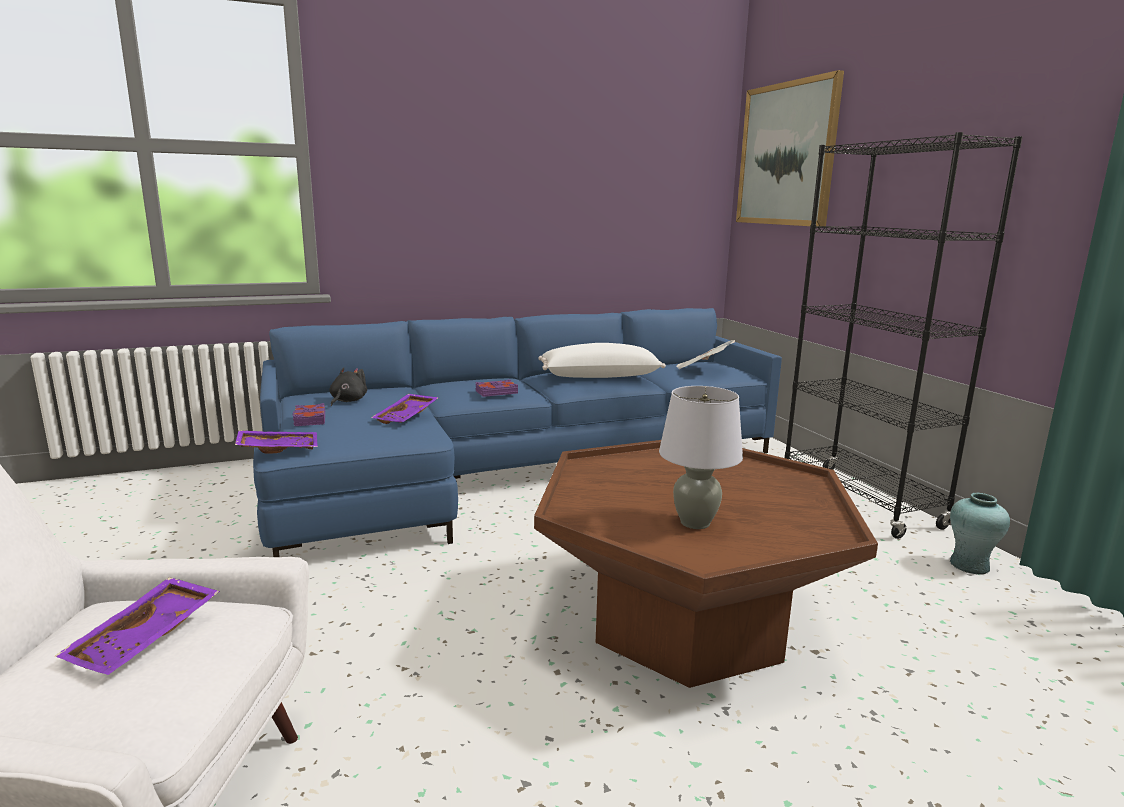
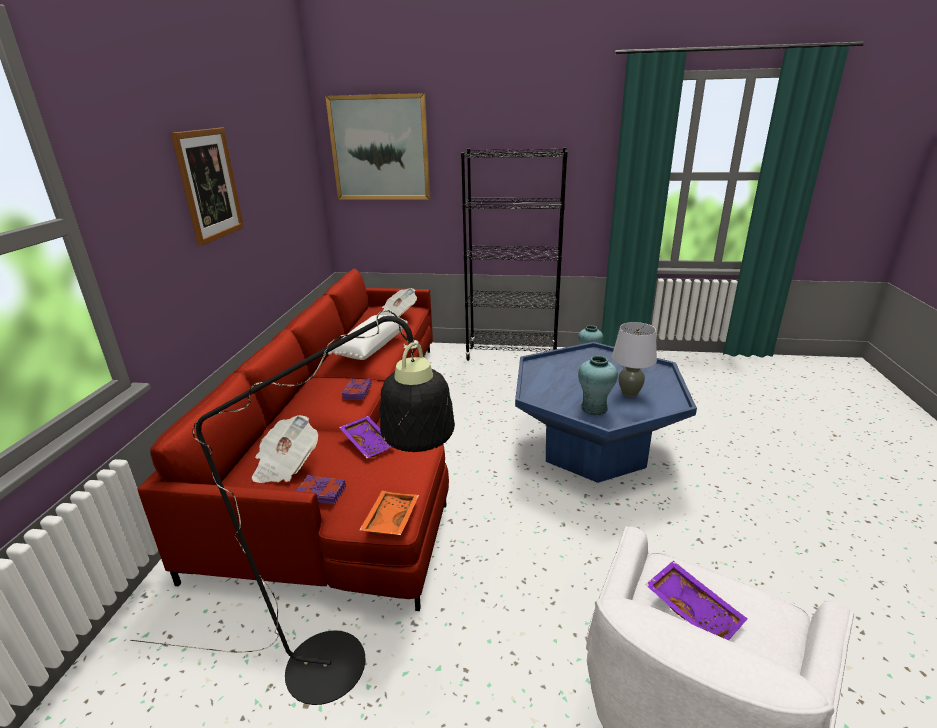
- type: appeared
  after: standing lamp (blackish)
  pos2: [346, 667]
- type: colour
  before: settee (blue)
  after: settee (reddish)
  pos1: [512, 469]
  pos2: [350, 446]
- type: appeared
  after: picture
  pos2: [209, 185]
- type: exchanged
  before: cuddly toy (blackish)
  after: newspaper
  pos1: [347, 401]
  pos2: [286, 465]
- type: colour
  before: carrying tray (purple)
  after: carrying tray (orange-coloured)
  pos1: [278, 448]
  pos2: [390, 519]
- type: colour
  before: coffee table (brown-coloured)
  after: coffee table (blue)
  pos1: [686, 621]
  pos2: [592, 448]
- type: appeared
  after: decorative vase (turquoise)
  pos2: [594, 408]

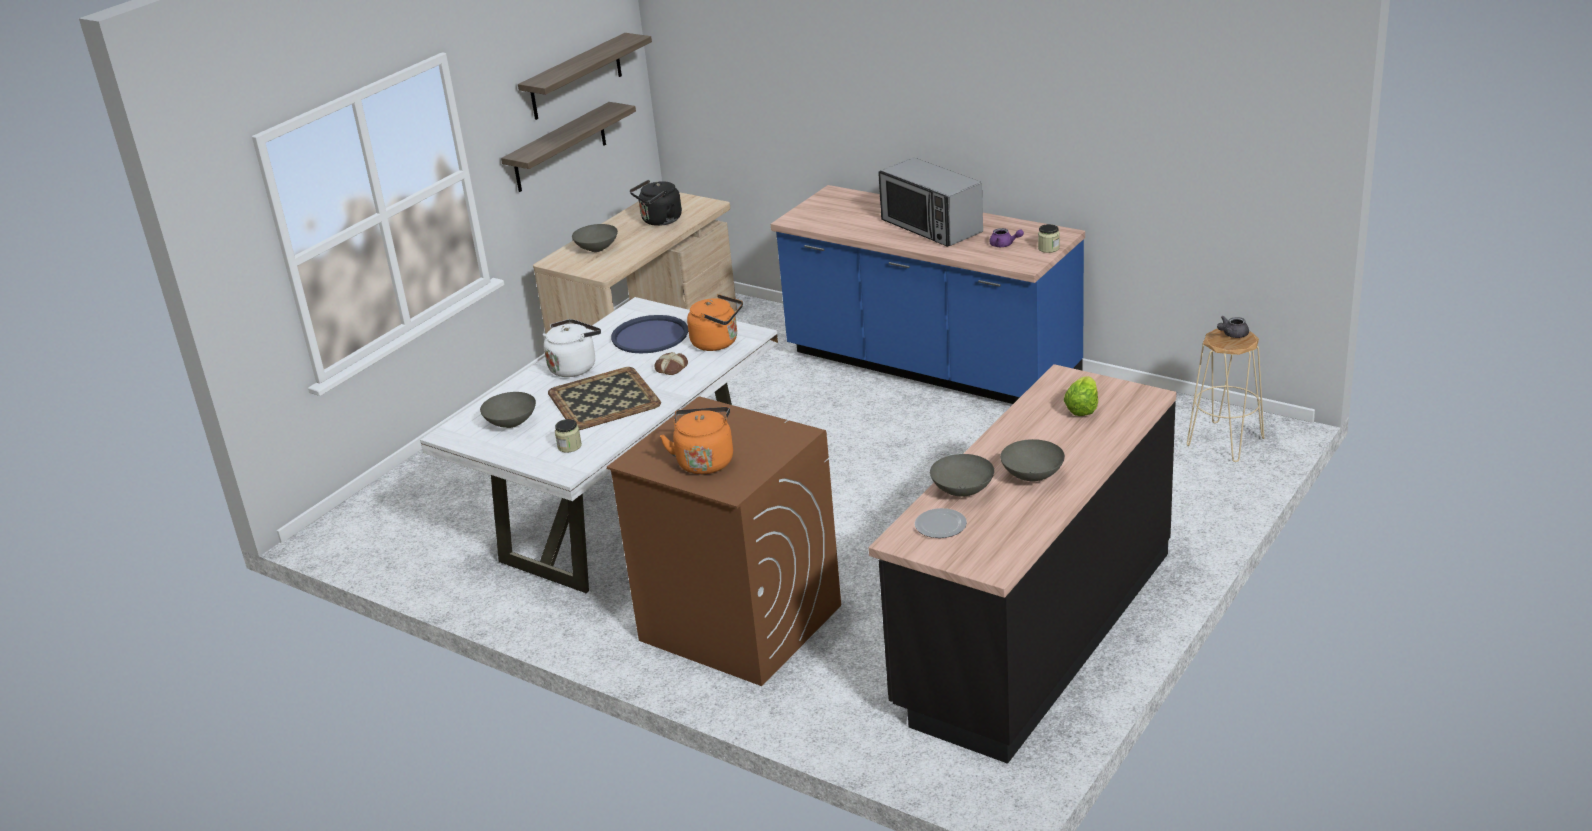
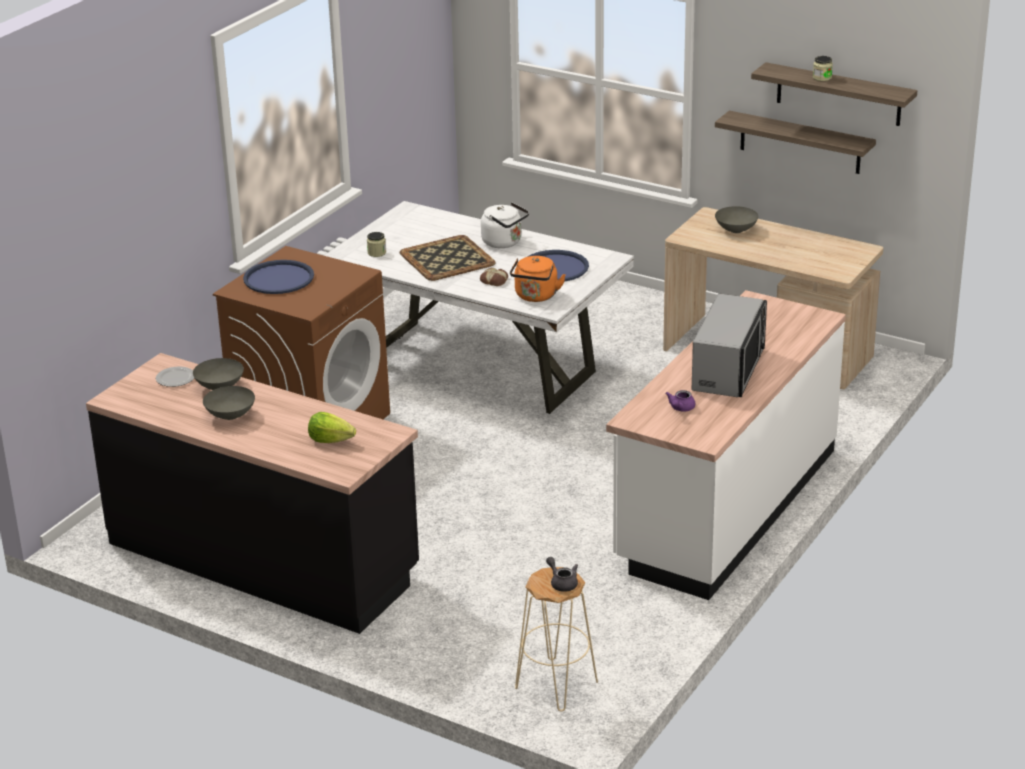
- type: exchanged
  before: tea kettle (orange-coloured)
  after: carrying tray (blue)
  pos1: [705, 461]
  pos2: [279, 278]
- type: colour
  before: kitchen base unit (blue)
  after: kitchen base unit (whitish)
  pos1: [930, 367]
  pos2: [725, 506]
- type: spun
  before: microwave oven
  pos1: [931, 227]
  pos2: [729, 370]
  turn: 150
- type: relocated
  before: storage jar
  pos1: [1048, 248]
  pos2: [822, 78]
- type: missing
  before: bowl (gray)
  pos1: [510, 423]
- type: missing
  before: tea kettle (blackish)
  pos1: [659, 221]

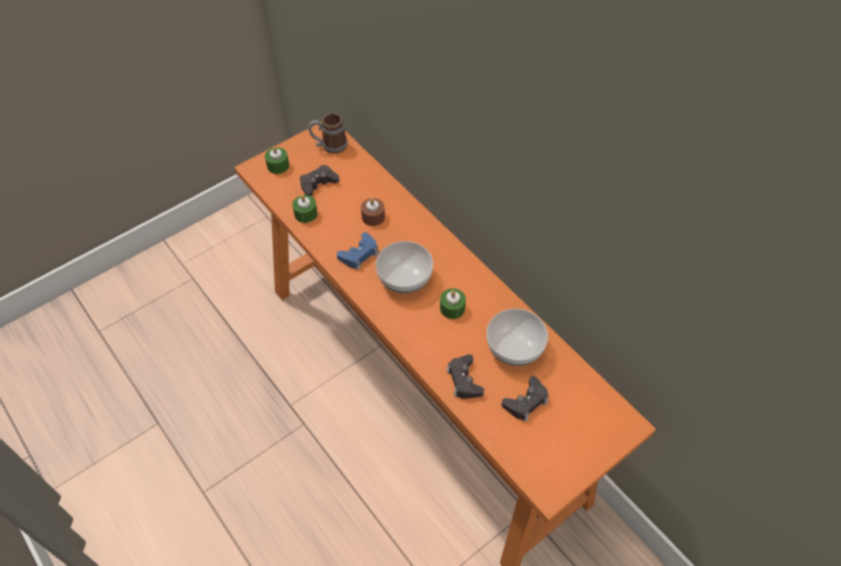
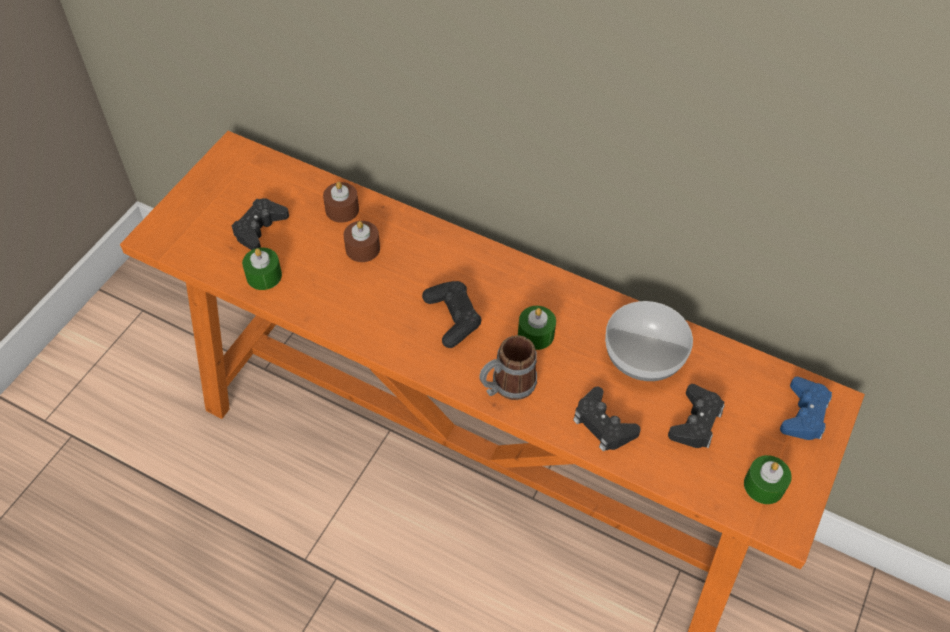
- type: appeared
  after: wax light (brown-coloured)
  pos2: [342, 209]
- type: exchanged
  before: bowl
  after: gamepad (blackish)
  pos1: [405, 279]
  pos2: [452, 318]
- type: relocated
  before: tea mug
  pos1: [329, 145]
  pos2: [506, 386]
- type: relocated
  before: wax light (green)
  pos1: [278, 165]
  pos2: [764, 485]
- type: relocated
  before: gamepad (blue)
  pos1: [359, 254]
  pos2: [804, 414]

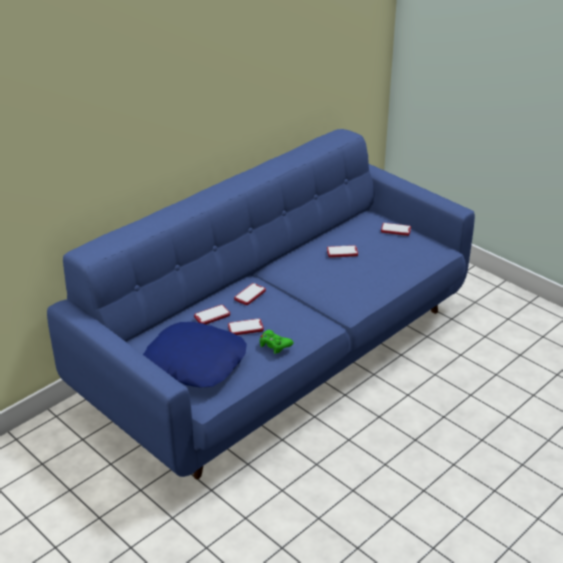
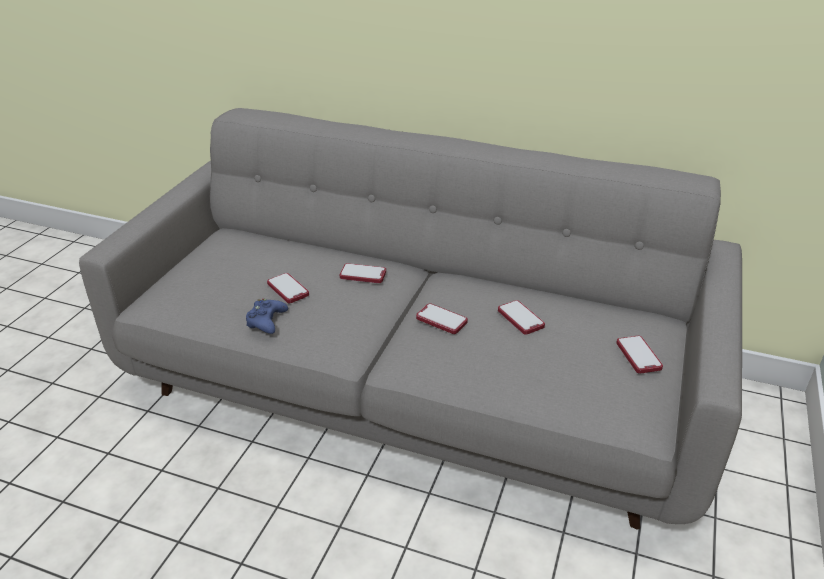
- type: colour
  before: settee (blue)
  after: settee (gray)
  pos1: [281, 353]
  pos2: [413, 388]
- type: colour
  before: gamepad (green)
  after: gamepad (blue)
  pos1: [274, 345]
  pos2: [266, 321]
- type: relocated
  before: phone
  pos1: [212, 316]
  pos2: [441, 320]
- type: missing
  before: cushion (blue)
  pos1: [195, 362]

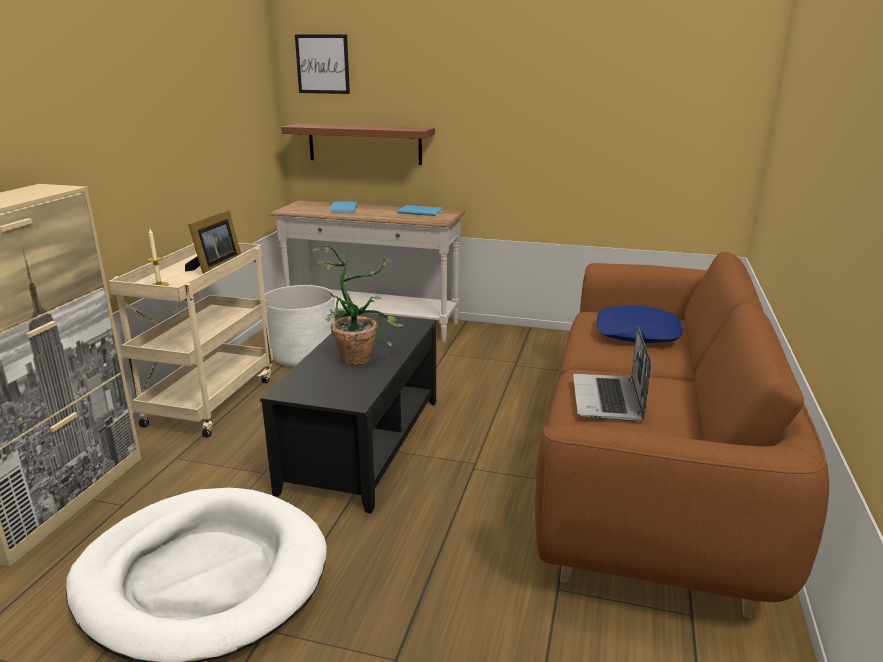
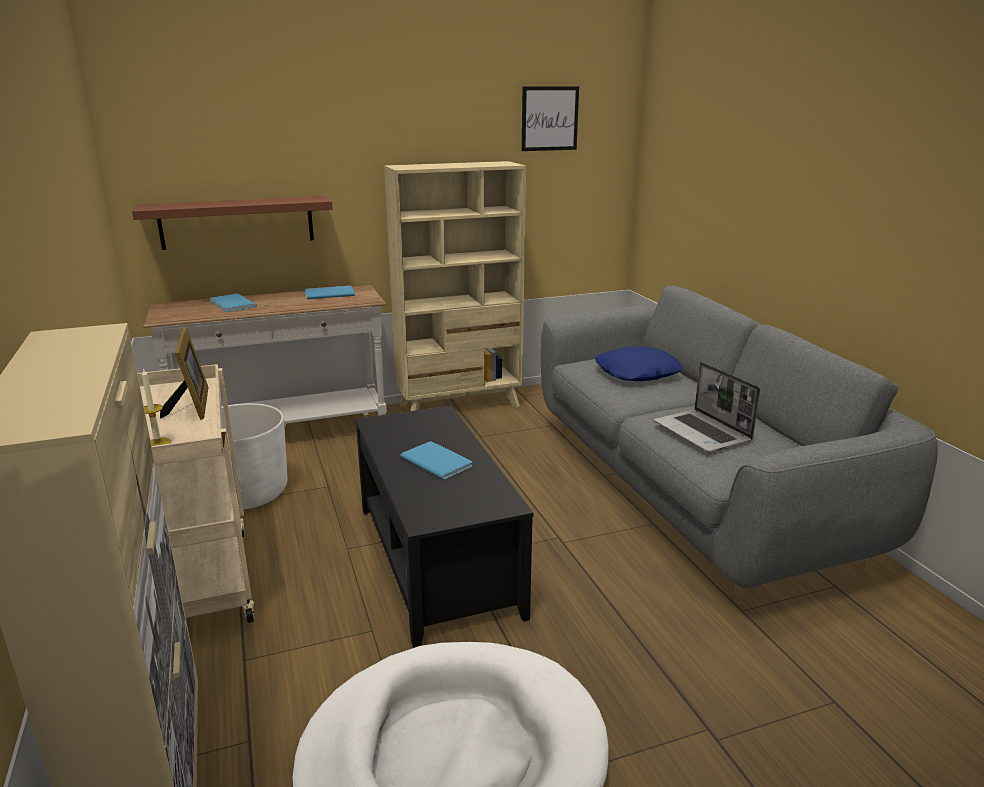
- type: appeared
  after: shelving unit (beige)
  pos2: [460, 405]
- type: exchanged
  before: houseplant
  after: bound book (blue)
  pos1: [360, 355]
  pos2: [436, 460]
- type: relocated
  before: picture
  pos1: [322, 64]
  pos2: [549, 118]
- type: colour
  before: settee (brown-coloured)
  after: settee (gray)
  pos1: [651, 470]
  pos2: [689, 490]

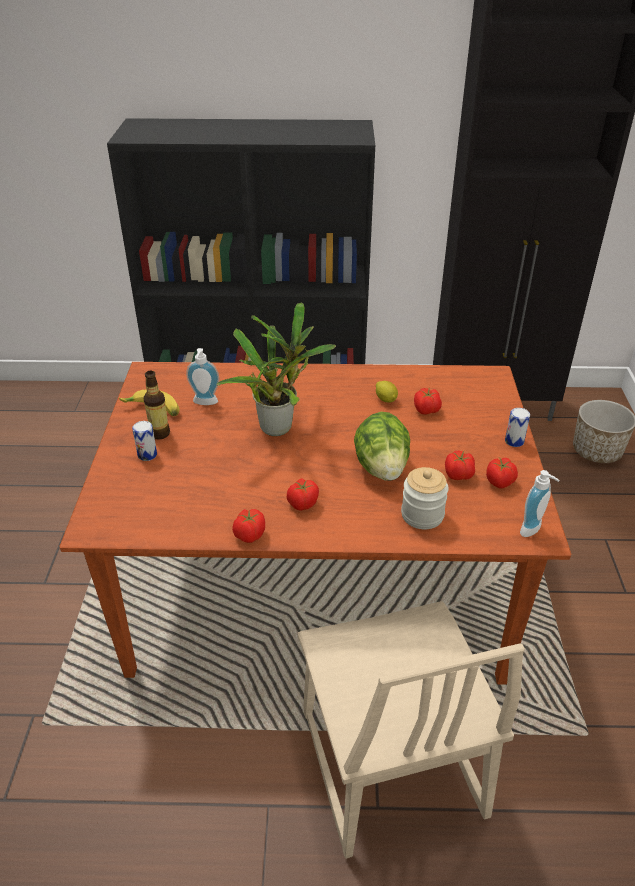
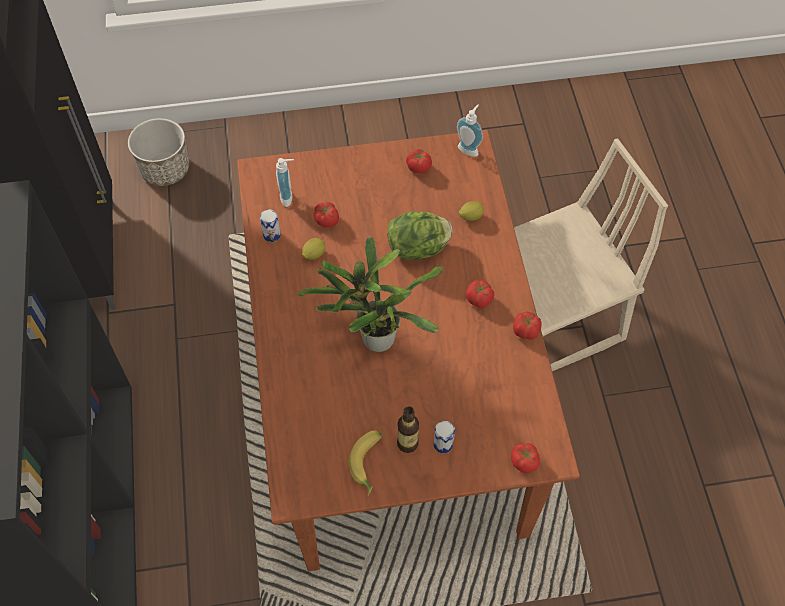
- type: relocated
  before: metal can
  pos1: [514, 441]
  pos2: [272, 235]
- type: relocated
  before: soap bottle
  pos1: [205, 403]
  pos2: [289, 197]
- type: exchanged
  before: storage jar
  after: lemon
  pos1: [422, 515]
  pos2: [470, 216]
- type: relocated
  before: whole tomato
  pos1: [459, 475]
  pos2: [524, 462]

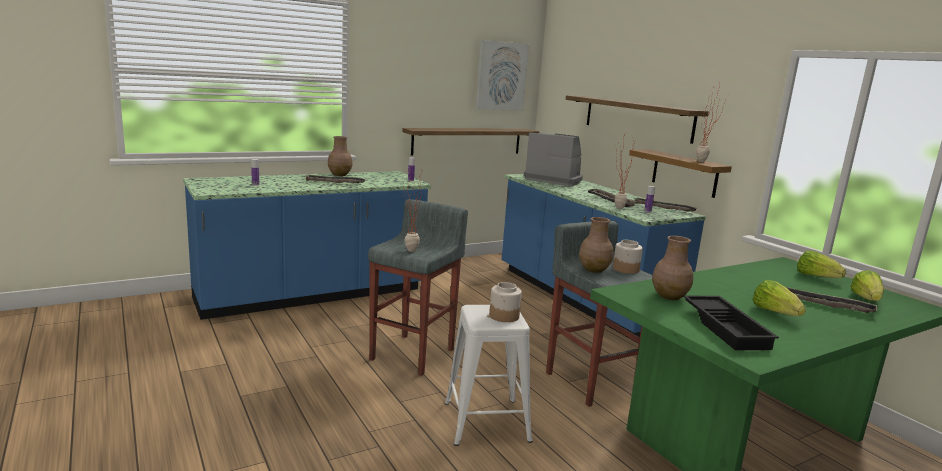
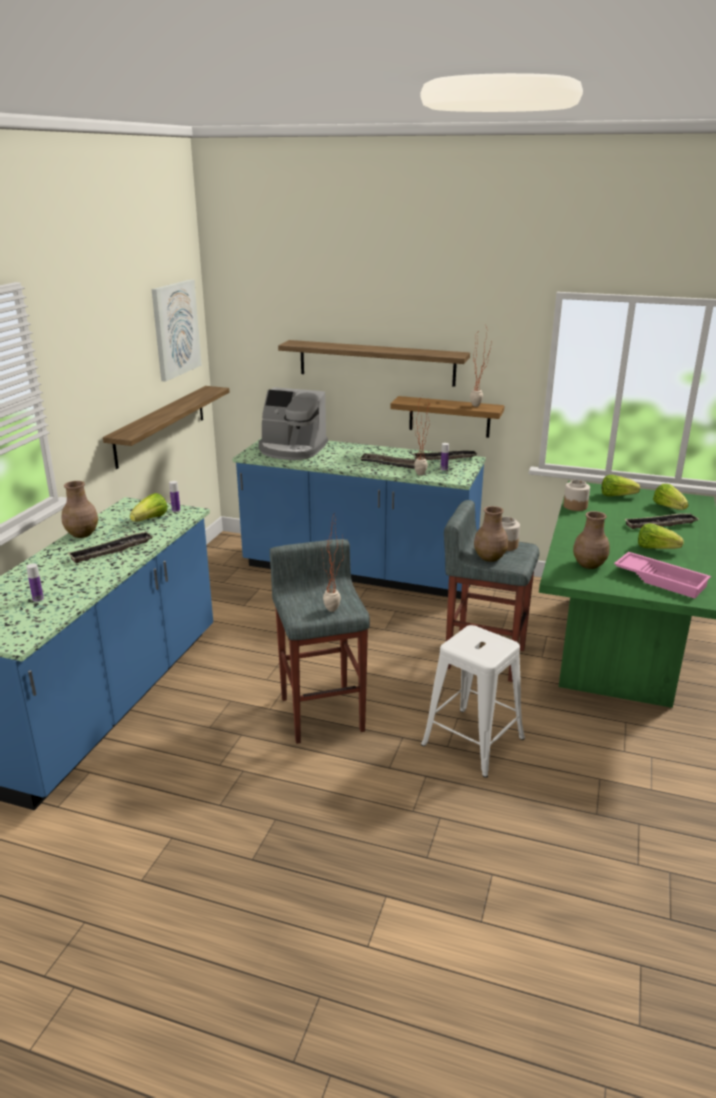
- type: appeared
  after: lettuce head
  pos2: [151, 519]
- type: spun
  before: coffee brewer
  pos1: [554, 180]
  pos2: [291, 449]
  turn: -150
- type: relocated
  before: storage jar
  pos1: [504, 316]
  pos2: [575, 506]
- type: colour
  before: carrying tray (blackish)
  after: carrying tray (pink)
  pos1: [727, 328]
  pos2: [661, 579]

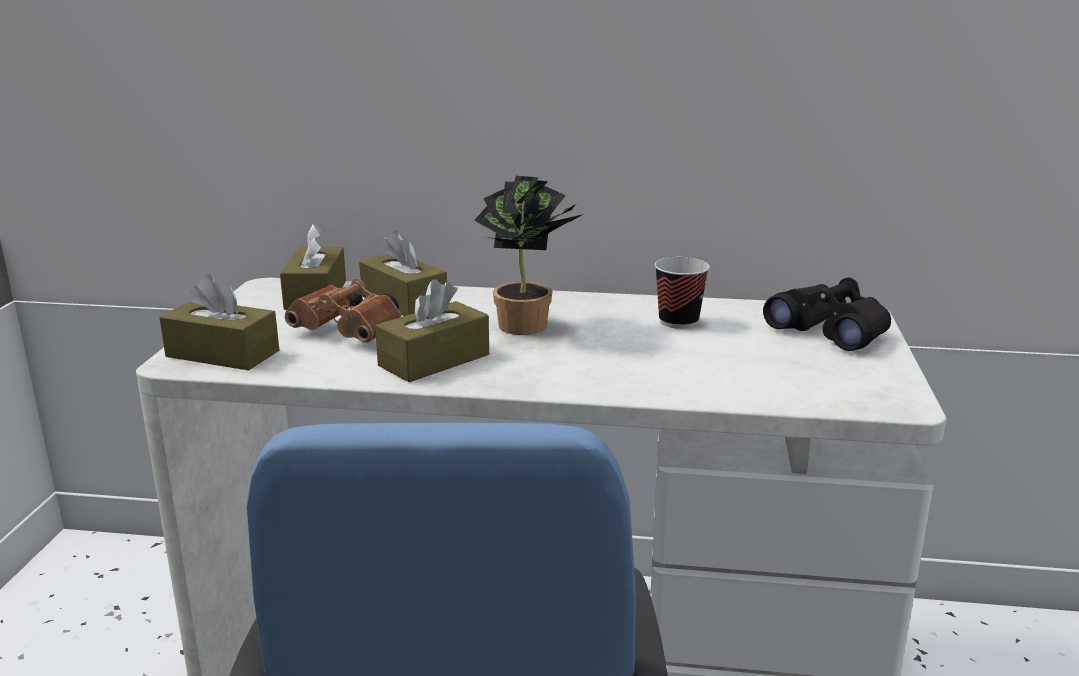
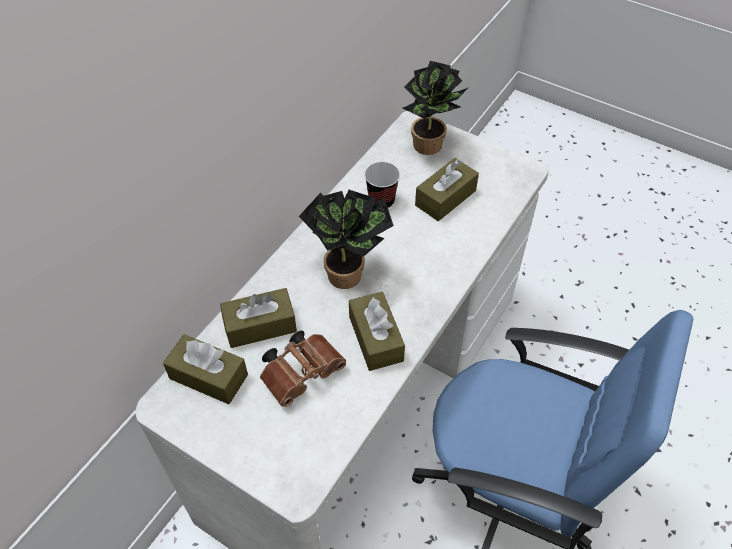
- type: exchanged
  before: field glasses (blackish)
  after: houseplant
  pos1: [830, 331]
  pos2: [430, 147]
- type: relocated
  before: tissue holder (brown-coloured)
  pos1: [222, 354]
  pos2: [445, 198]

